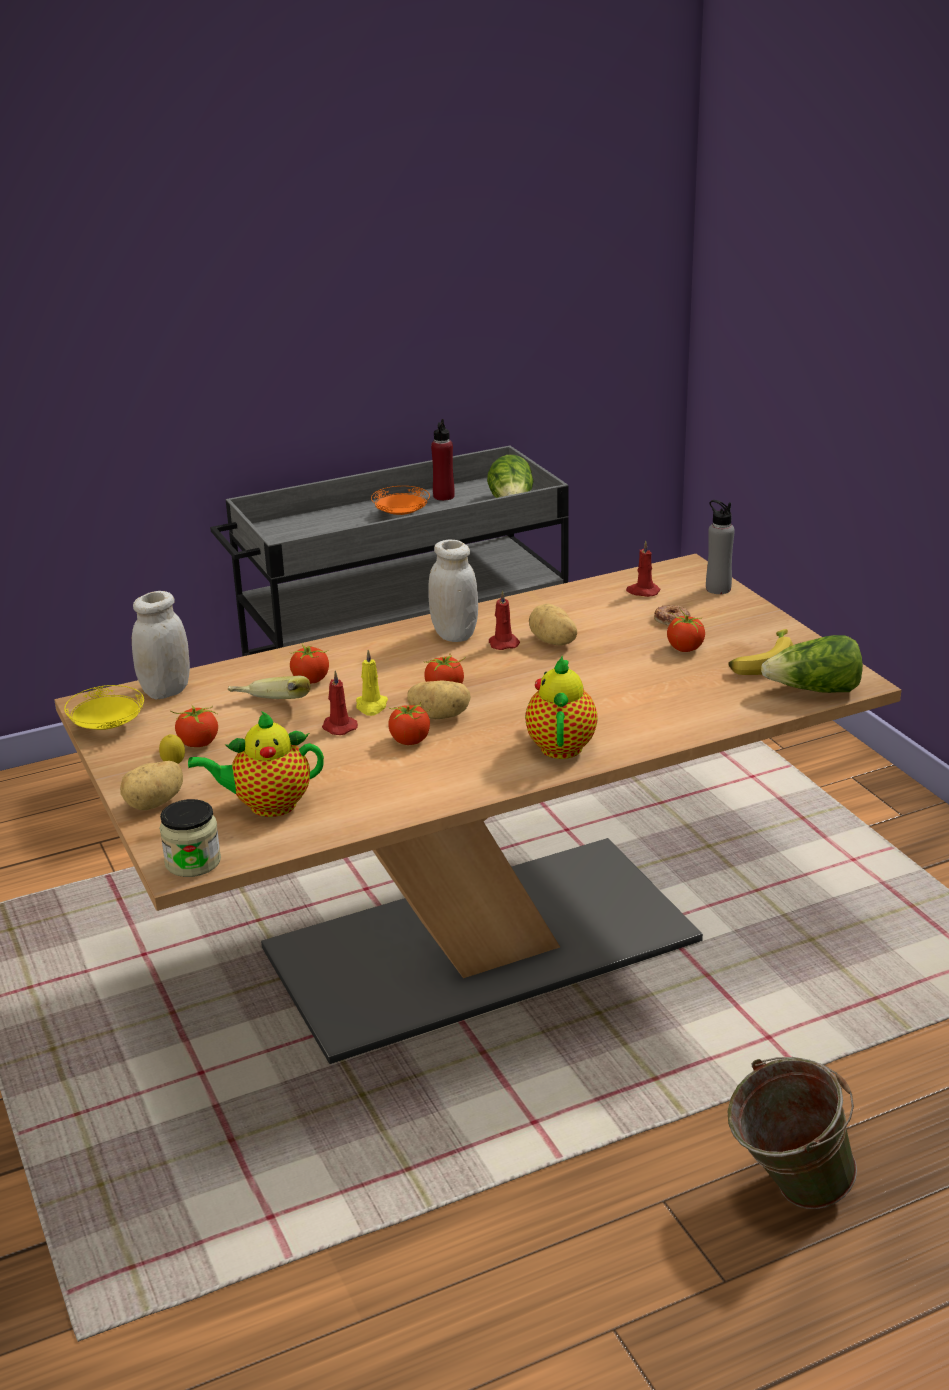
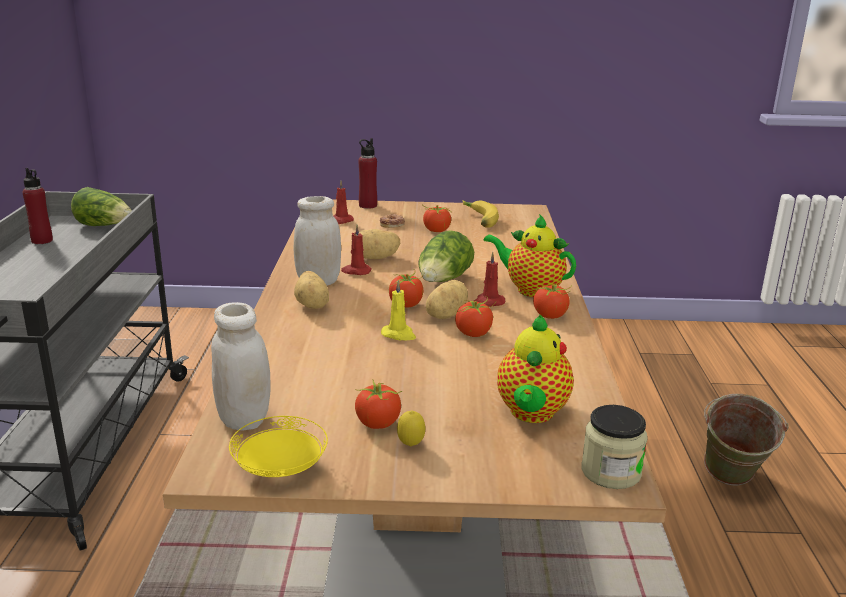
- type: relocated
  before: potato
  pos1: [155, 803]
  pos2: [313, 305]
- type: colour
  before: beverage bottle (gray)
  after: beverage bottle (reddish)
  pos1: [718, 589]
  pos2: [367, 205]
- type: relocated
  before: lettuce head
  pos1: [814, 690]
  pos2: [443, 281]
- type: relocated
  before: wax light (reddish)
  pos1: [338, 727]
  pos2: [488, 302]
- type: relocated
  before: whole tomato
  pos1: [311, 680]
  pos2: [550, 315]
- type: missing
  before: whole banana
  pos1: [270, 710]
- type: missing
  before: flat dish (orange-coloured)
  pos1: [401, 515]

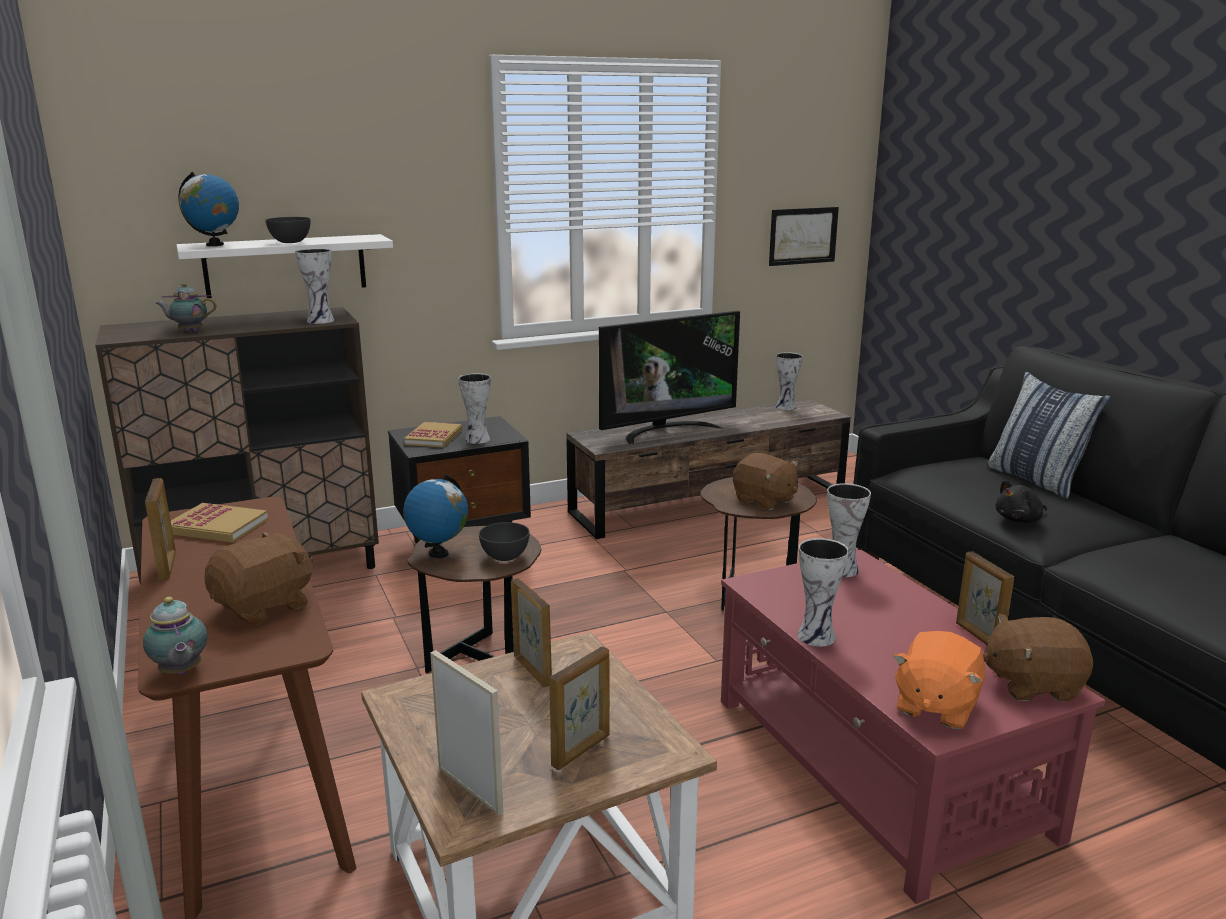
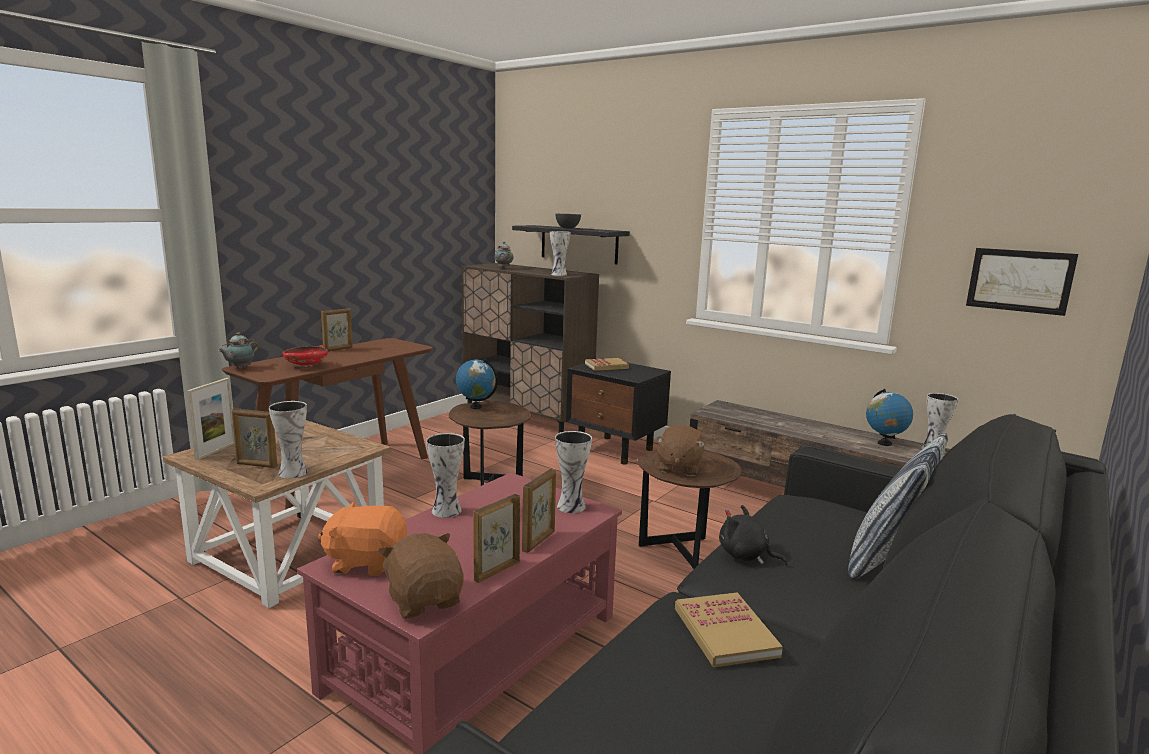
- type: relocated
  before: decorative vase
  pos1: [476, 439]
  pos2: [292, 472]
- type: exchanged
  before: cuddly toy (brown-coloured)
  after: bowl (reddish)
  pos1: [265, 607]
  pos2: [306, 366]
- type: colour
  before: bracket shelf (whitish)
  after: bracket shelf (blackish)
  pos1: [285, 265]
  pos2: [579, 244]
- type: relocated
  before: picture frame
  pos1: [533, 670]
  pos2: [539, 541]
- type: relocated
  before: bound book
  pos1: [217, 526]
  pos2: [725, 632]
- type: relocated
  before: desk globe
  pos1: [214, 245]
  pos2: [884, 443]
- type: missing
  before: bowl (gray)
  pos1: [505, 556]
- type: missing
  before: TV
  pos1: [665, 431]

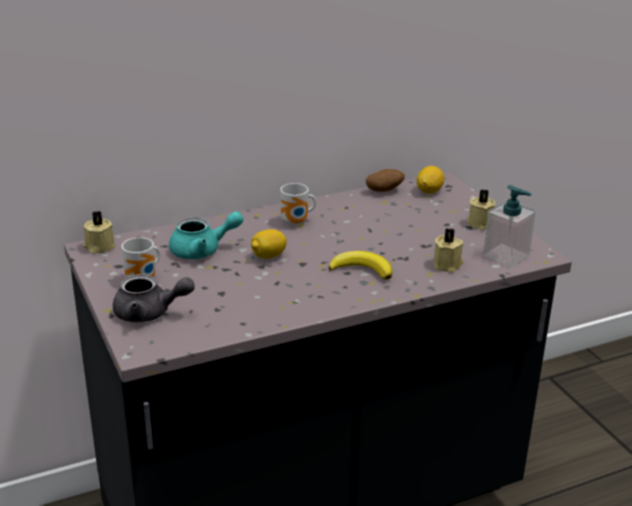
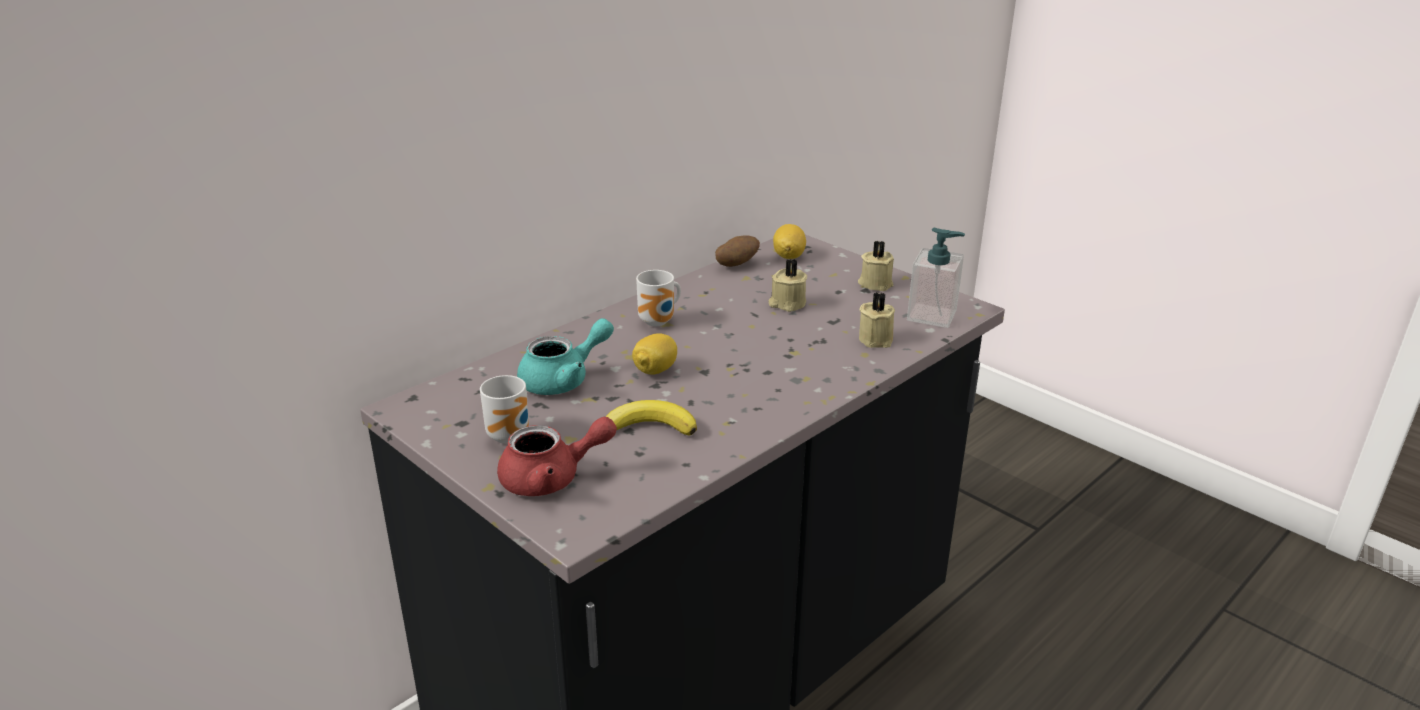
- type: colour
  before: tea pot (gray)
  after: tea pot (reddish)
  pos1: [149, 313]
  pos2: [552, 478]
- type: relocated
  before: whole banana
  pos1: [362, 269]
  pos2: [649, 427]
- type: relocated
  before: wax light (beige)
  pos1: [99, 246]
  pos2: [787, 304]

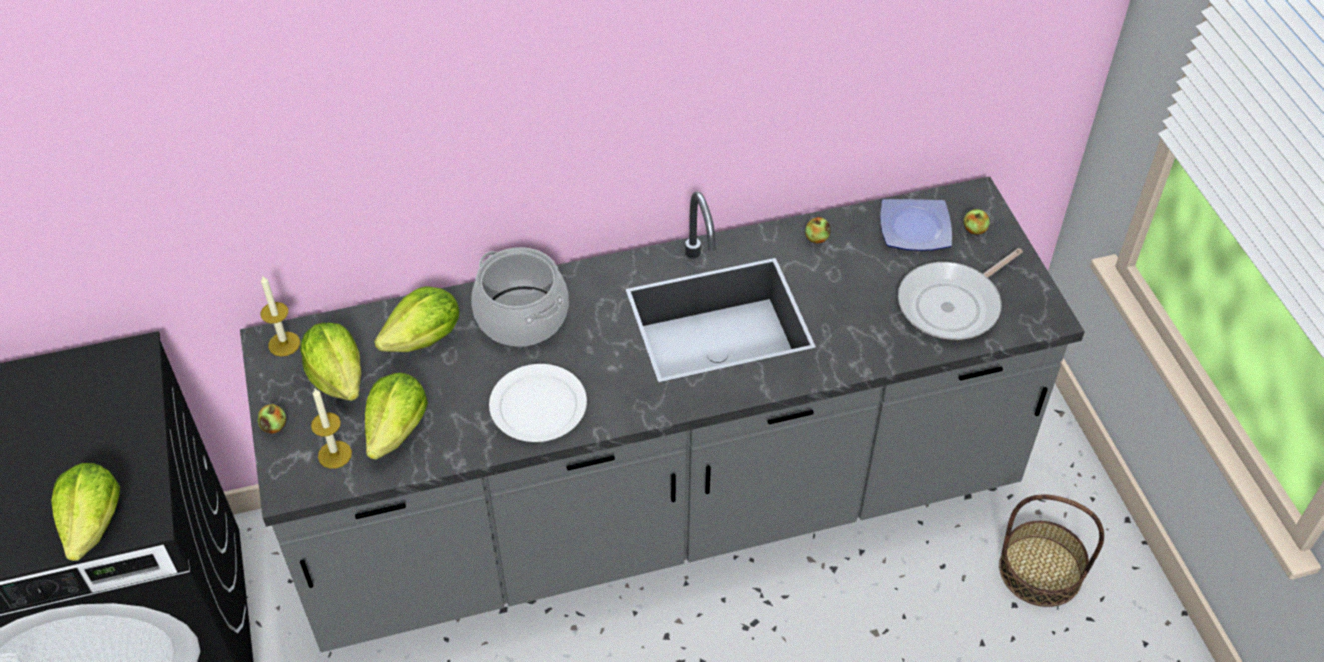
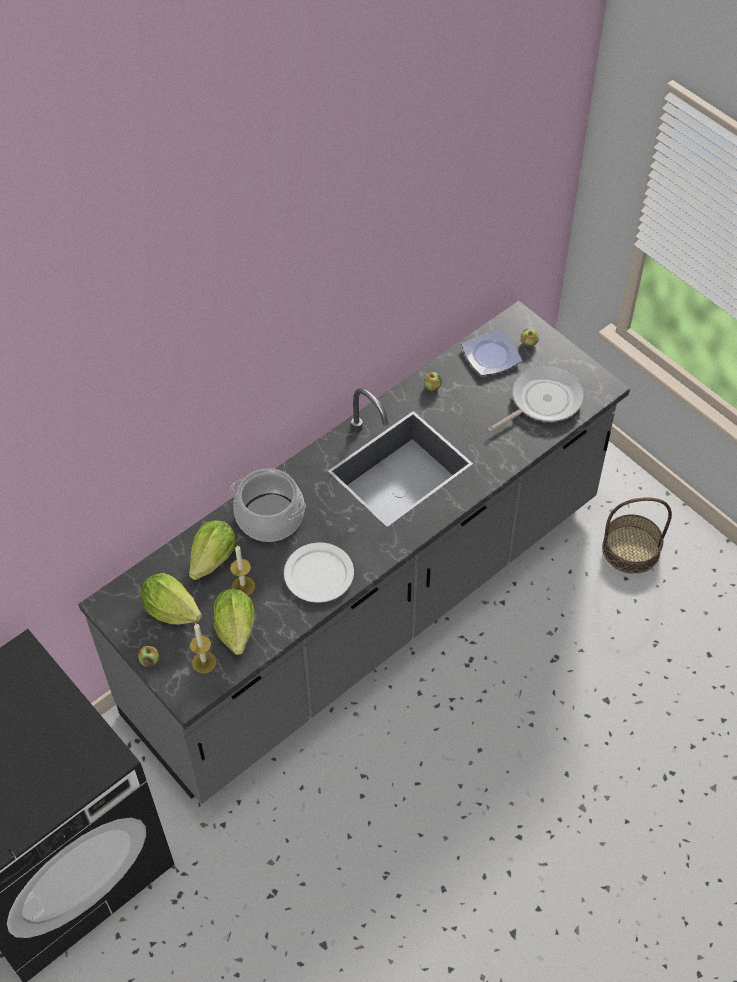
- type: relocated
  before: wax light
  pos1: [284, 344]
  pos2: [243, 586]
- type: spun
  before: skillet
  pos1: [953, 305]
  pos2: [542, 401]
  turn: -150
- type: missing
  before: lettuce head
  pos1: [94, 524]

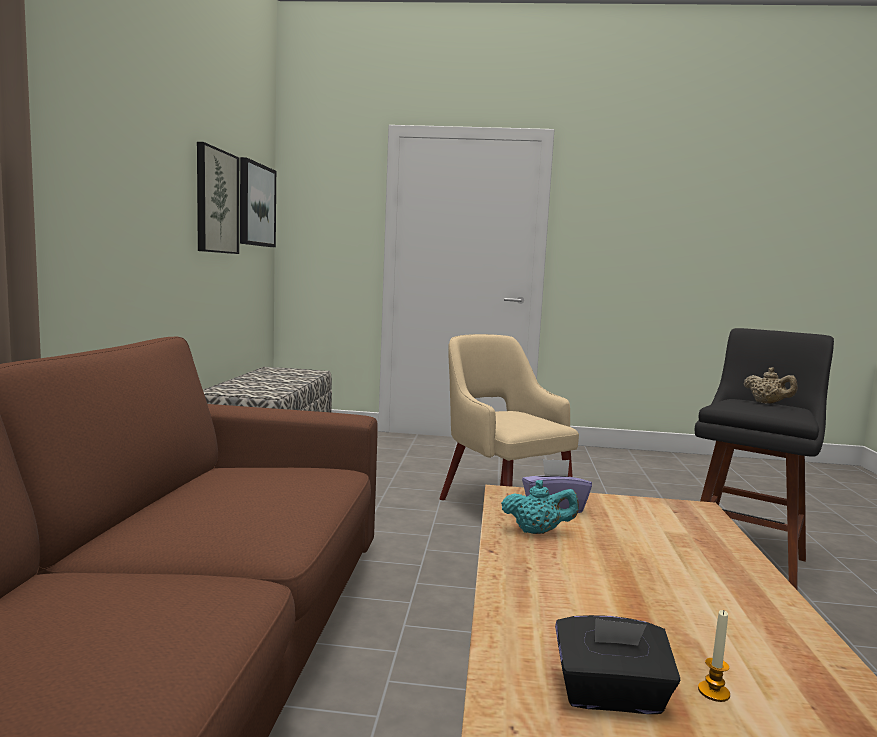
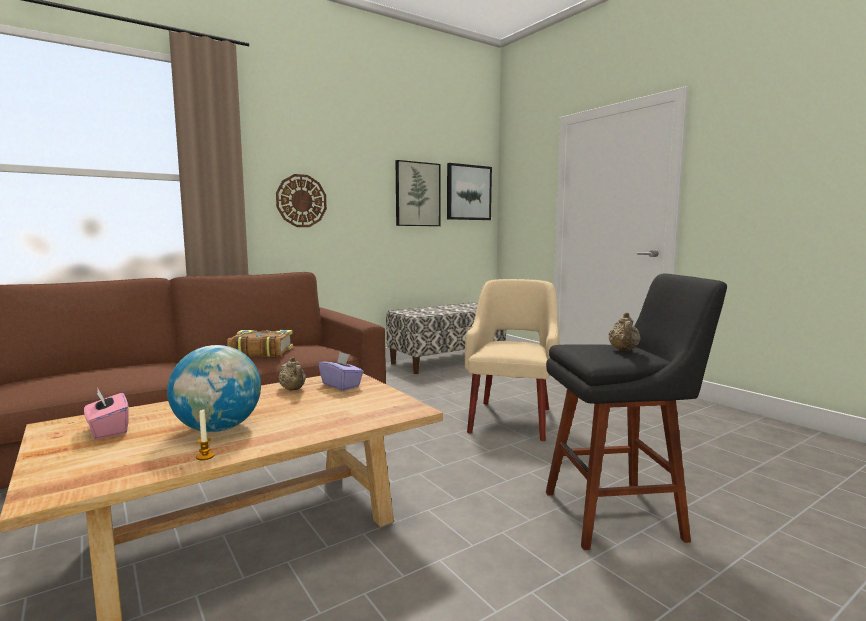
- type: colour
  before: tissue holder (blackish)
  after: tissue holder (pink)
  pos1: [611, 696]
  pos2: [108, 430]
- type: appeared
  after: desk globe
  pos2: [218, 429]
- type: relocated
  before: wax light
  pos1: [713, 692]
  pos2: [205, 456]
- type: appeared
  after: bound book
  pos2: [261, 352]
- type: appeared
  after: wall clock
  pos2: [301, 201]
- type: colour
  before: tea pot (turquoise)
  after: tea pot (beige)
  pos1: [537, 532]
  pos2: [293, 390]

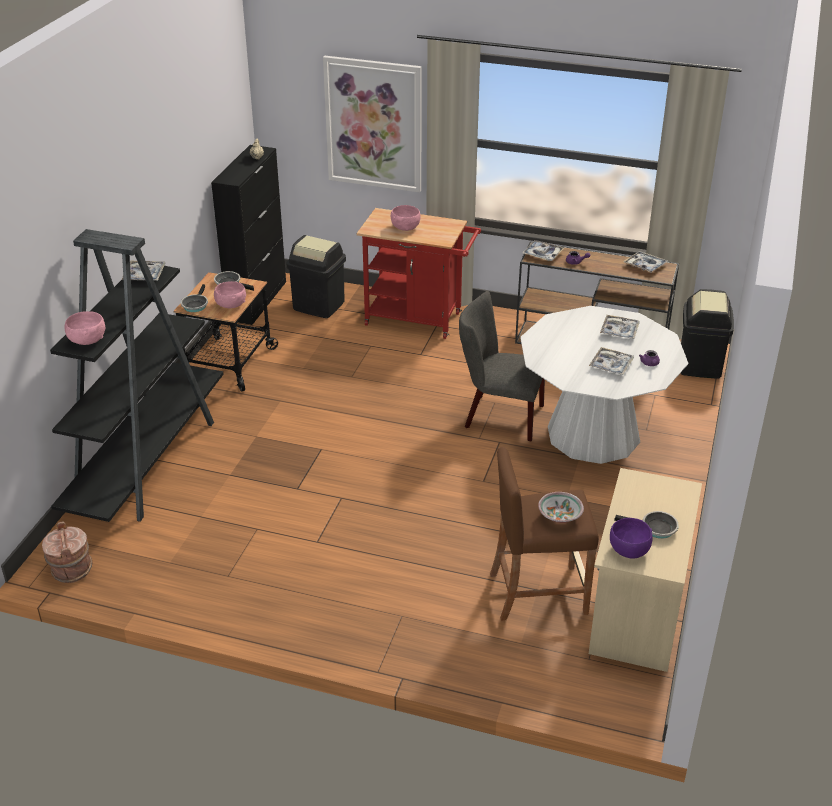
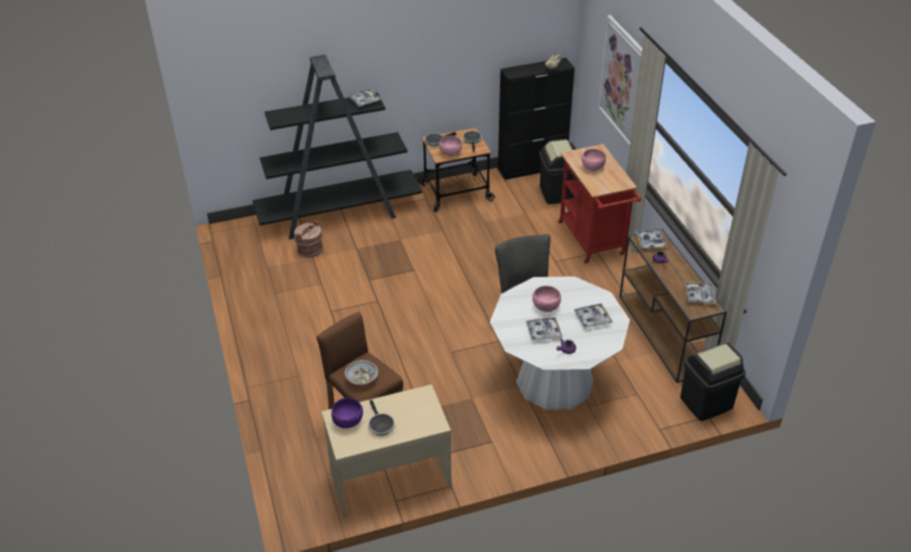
- type: relocated
  before: water bucket (brown-coloured)
  pos1: [71, 570]
  pos2: [310, 250]
- type: relocated
  before: bowl (pink)
  pos1: [87, 340]
  pos2: [545, 306]

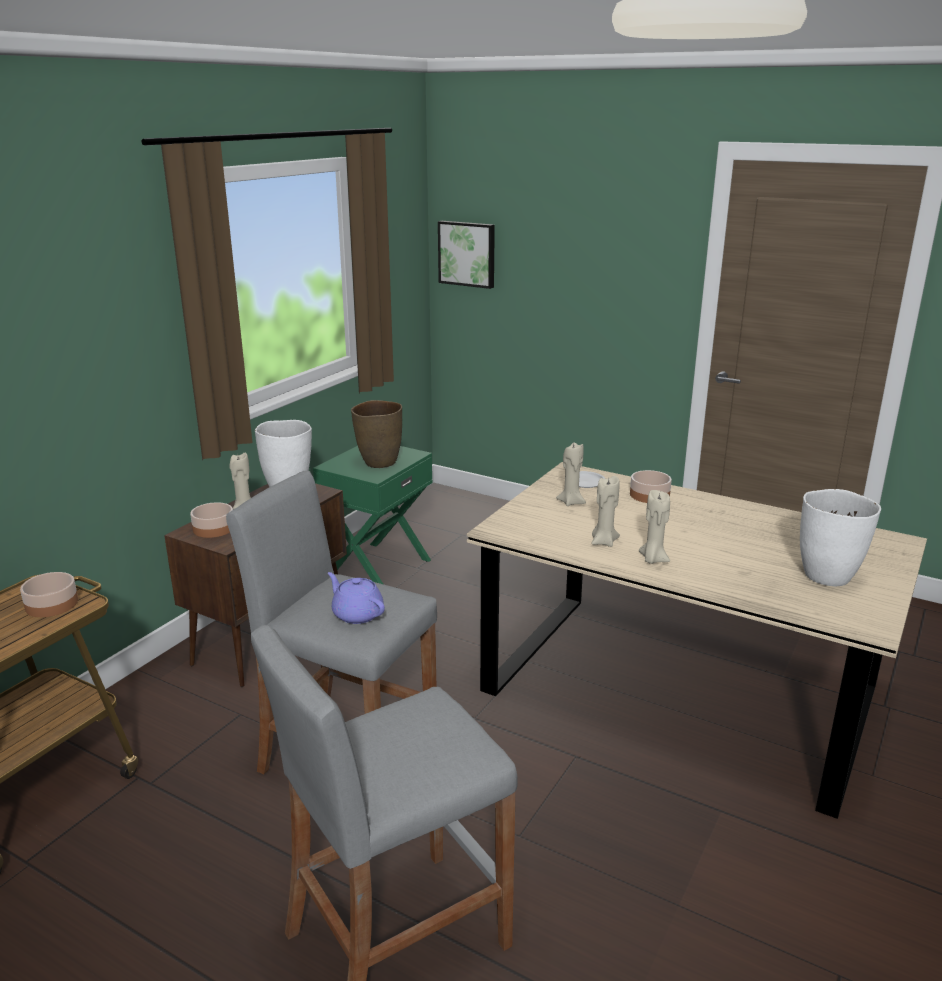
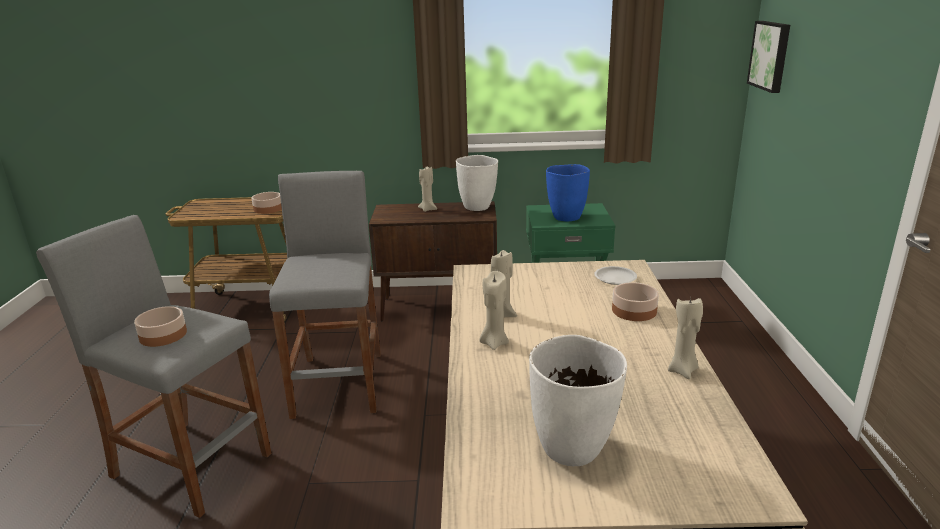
- type: relocated
  before: bowl
  pos1: [213, 528]
  pos2: [163, 335]
- type: colour
  before: decorative vase (brown-coloured)
  after: decorative vase (blue)
  pos1: [379, 463]
  pos2: [566, 217]
- type: relocated
  before: wax light (beige)
  pos1: [571, 502]
  pos2: [683, 370]
- type: missing
  before: tea pot (purple)
  pos1: [357, 614]

